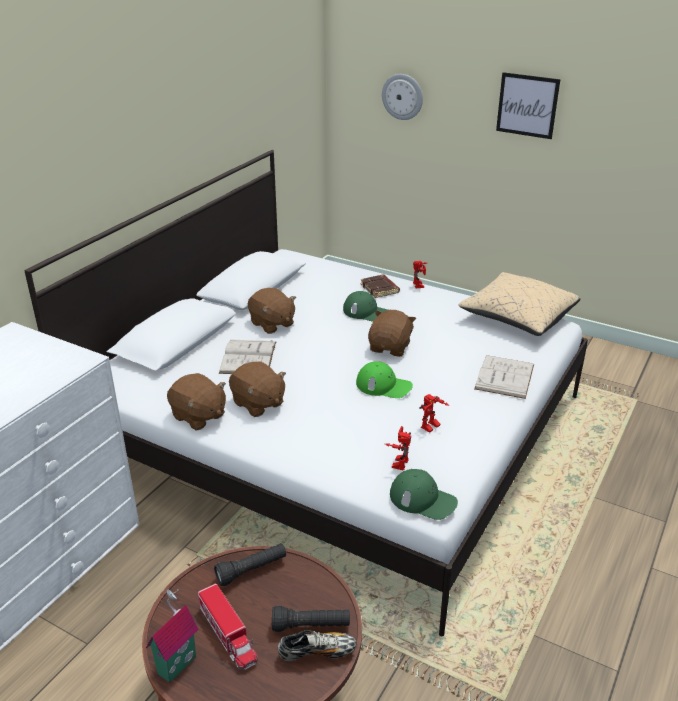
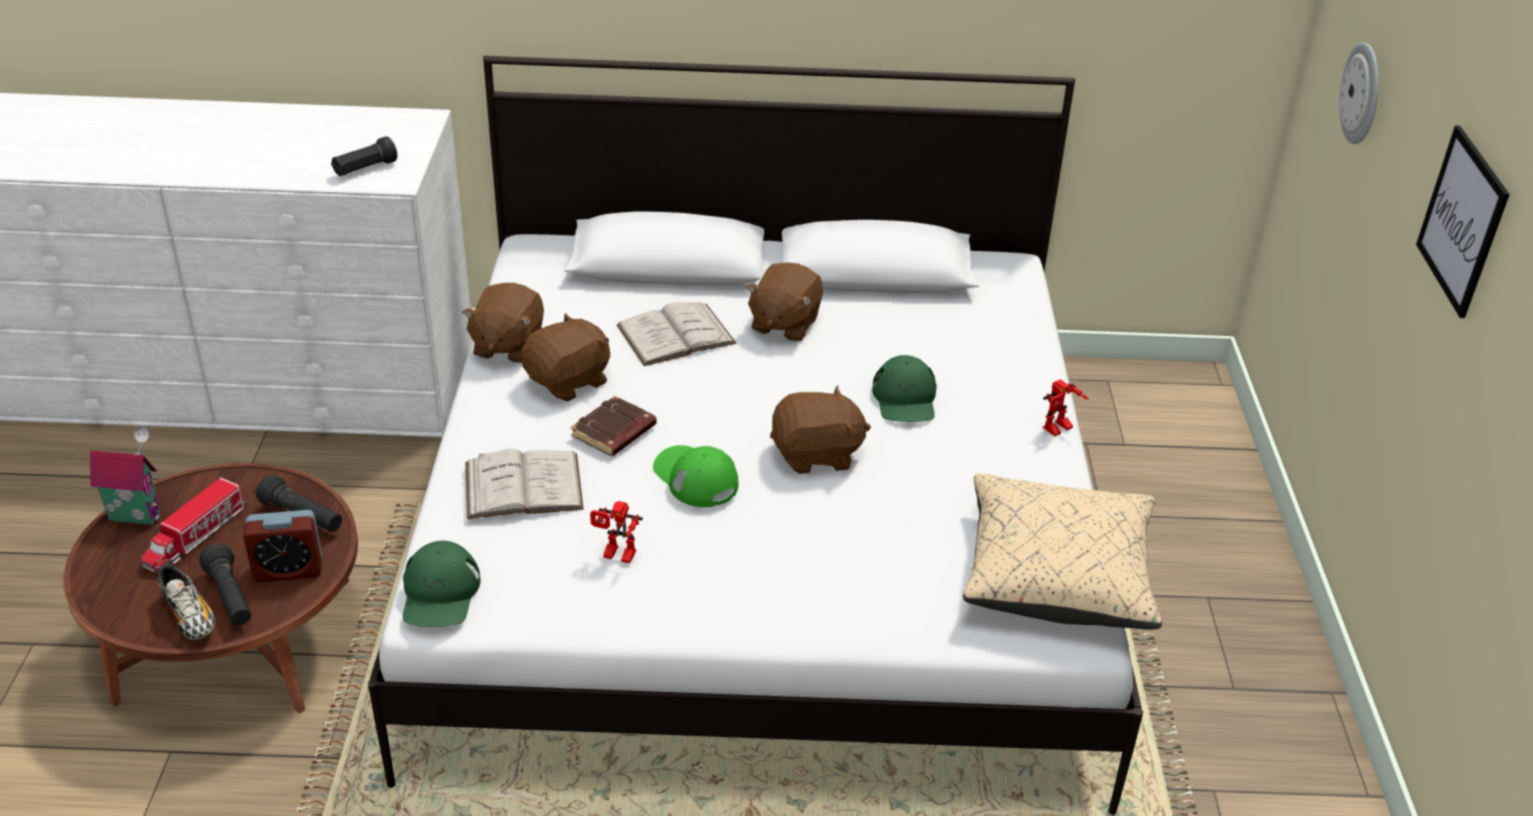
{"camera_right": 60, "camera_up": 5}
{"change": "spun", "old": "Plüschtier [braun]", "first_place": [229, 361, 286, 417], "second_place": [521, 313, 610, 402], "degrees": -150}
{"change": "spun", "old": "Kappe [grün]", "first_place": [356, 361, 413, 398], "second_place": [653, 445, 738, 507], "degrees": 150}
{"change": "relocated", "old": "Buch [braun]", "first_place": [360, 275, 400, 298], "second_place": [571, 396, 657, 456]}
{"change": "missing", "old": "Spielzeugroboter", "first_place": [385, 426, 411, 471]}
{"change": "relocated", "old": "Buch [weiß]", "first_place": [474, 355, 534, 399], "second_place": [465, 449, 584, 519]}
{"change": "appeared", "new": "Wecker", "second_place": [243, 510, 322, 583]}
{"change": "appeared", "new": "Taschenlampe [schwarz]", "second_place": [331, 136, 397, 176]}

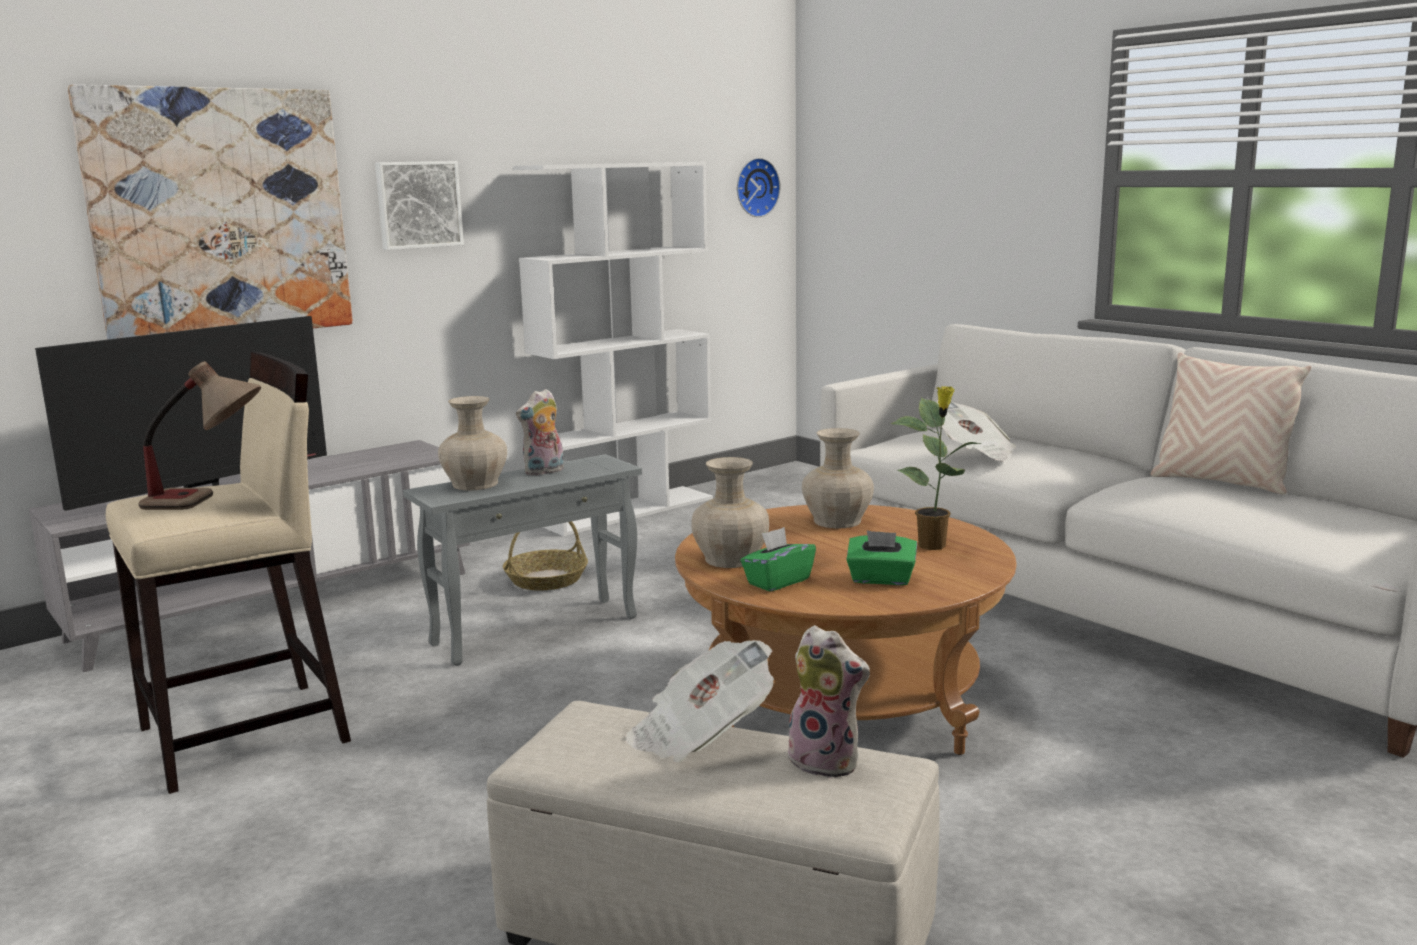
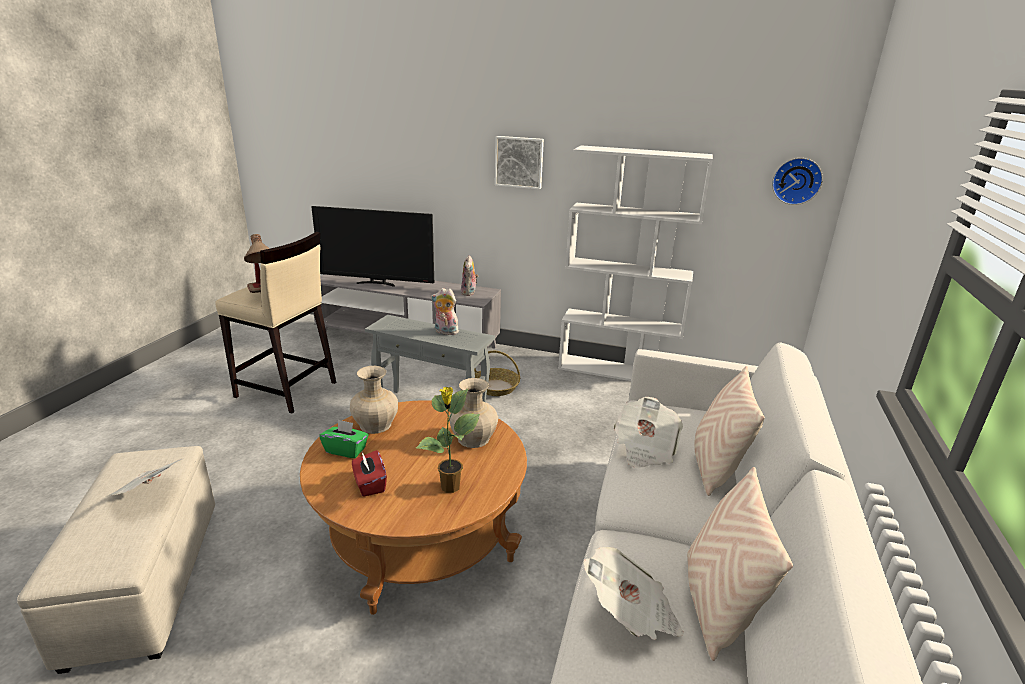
{"camera_right": 55, "camera_up": 10}
{"change": "missing", "old": "Bild", "first_place": [68, 84, 353, 340]}
{"change": "missing", "old": "Vase [beige]", "first_place": [438, 396, 507, 490]}
{"change": "relocated", "old": "Plüschtier", "first_place": [784, 625, 870, 779], "second_place": [461, 255, 478, 296]}
{"change": "colour", "old": "Taschentuchbox [grün]", "new": "Taschentuchbox [rot]", "first_place": [846, 531, 917, 585], "second_place": [352, 450, 387, 497]}
{"change": "appeared", "new": "Zeitung", "second_place": [584, 547, 684, 640]}
{"change": "appeared", "new": "Kissen [beige]", "second_place": [694, 366, 765, 496]}

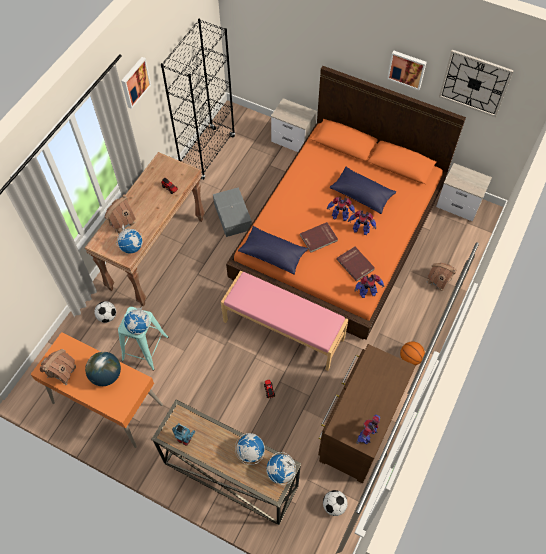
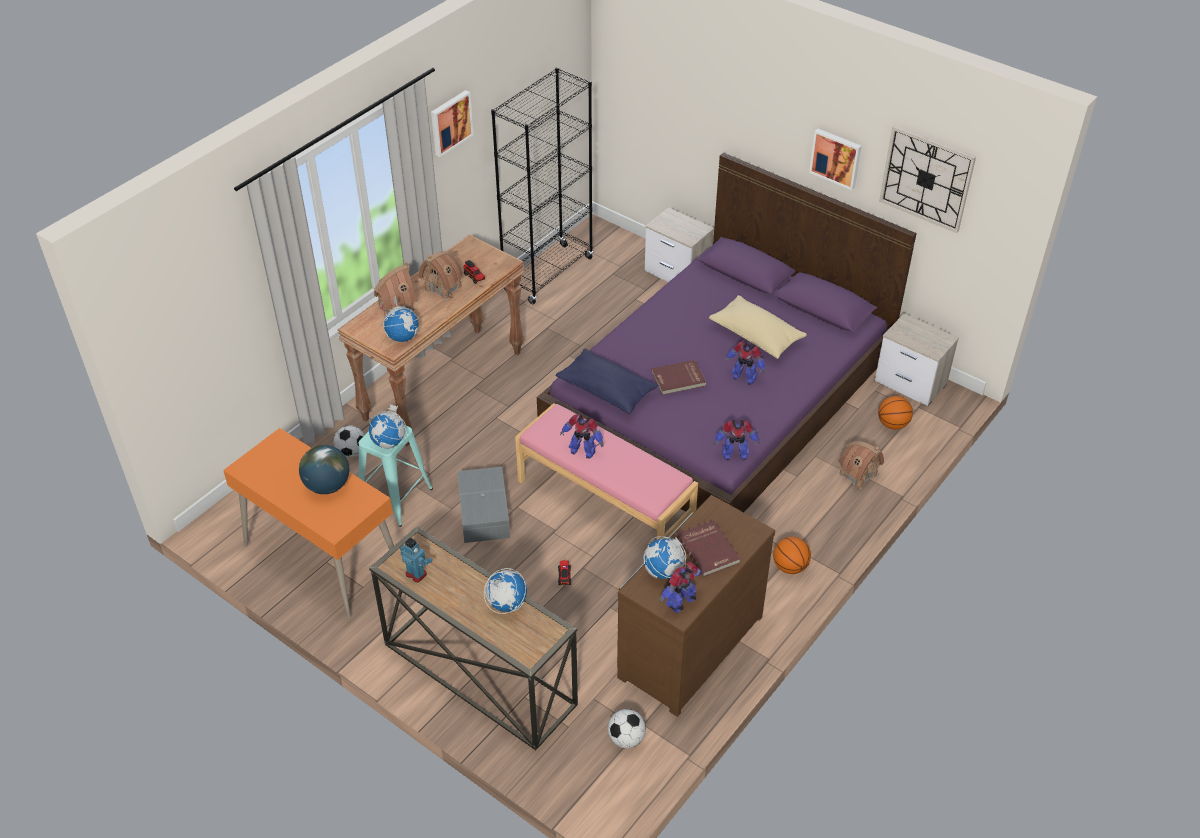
{"camera_right": 10, "camera_up": -15}
{"change": "relocated", "old": "Spielzeughaus", "first_place": [40, 349, 76, 385], "second_place": [419, 251, 463, 300]}
{"change": "relocated", "old": "Aufbewahrungsbox [grau]", "first_place": [213, 187, 252, 237], "second_place": [457, 467, 510, 543]}
{"change": "colour", "old": "Bett [orange]", "new": "Bett [lila]", "first_place": [226, 66, 466, 340], "second_place": [537, 153, 917, 512]}
{"change": "relocated", "old": "Globus", "first_place": [266, 452, 296, 485], "second_place": [643, 536, 686, 579]}
{"change": "relocated", "old": "Spielzeugroboter", "first_place": [327, 197, 355, 221], "second_place": [560, 414, 604, 459]}
{"change": "colour", "old": "Kissen [blau]", "new": "Kissen [beige]", "first_place": [330, 167, 396, 214], "second_place": [709, 295, 807, 359]}
{"change": "relocated", "old": "Buch [rot]", "first_place": [336, 247, 375, 282], "second_place": [676, 520, 740, 577]}
{"change": "appeared", "new": "Basketball", "second_place": [878, 396, 913, 430]}

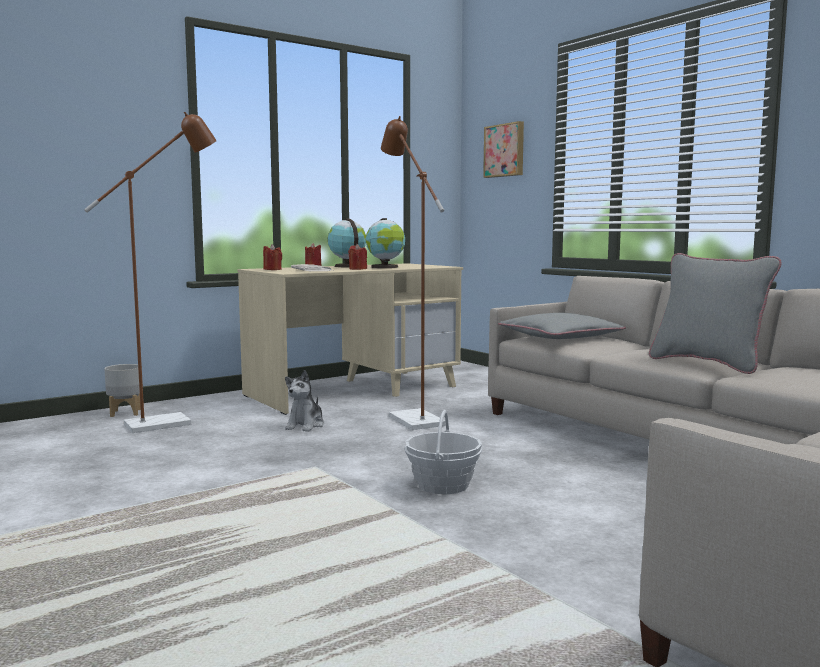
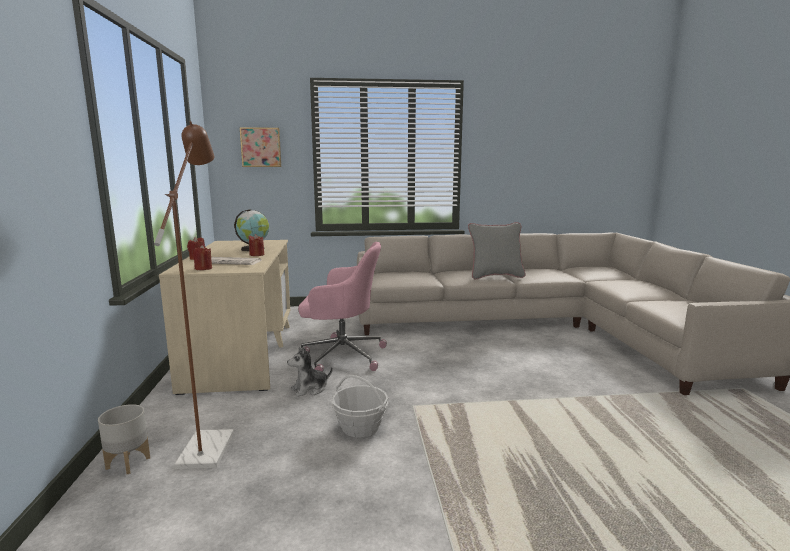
{"camera_right": -60, "camera_up": 5}
{"change": "spun", "old": "Plüschtier", "first_place": [285, 370, 324, 432], "second_place": [287, 347, 332, 397], "degrees": 105}
{"change": "missing", "old": "Globus", "first_place": [328, 218, 366, 267]}
{"change": "exchanged", "old": "Stehlampe [braun]", "new": "Bürostuhl [rosa]", "first_place": [381, 116, 446, 430], "second_place": [298, 242, 387, 371]}
{"change": "relocated", "old": "Korb", "first_place": [405, 410, 482, 494], "second_place": [332, 375, 388, 437]}
{"change": "missing", "old": "Kissen [grau]", "first_place": [498, 313, 626, 339]}

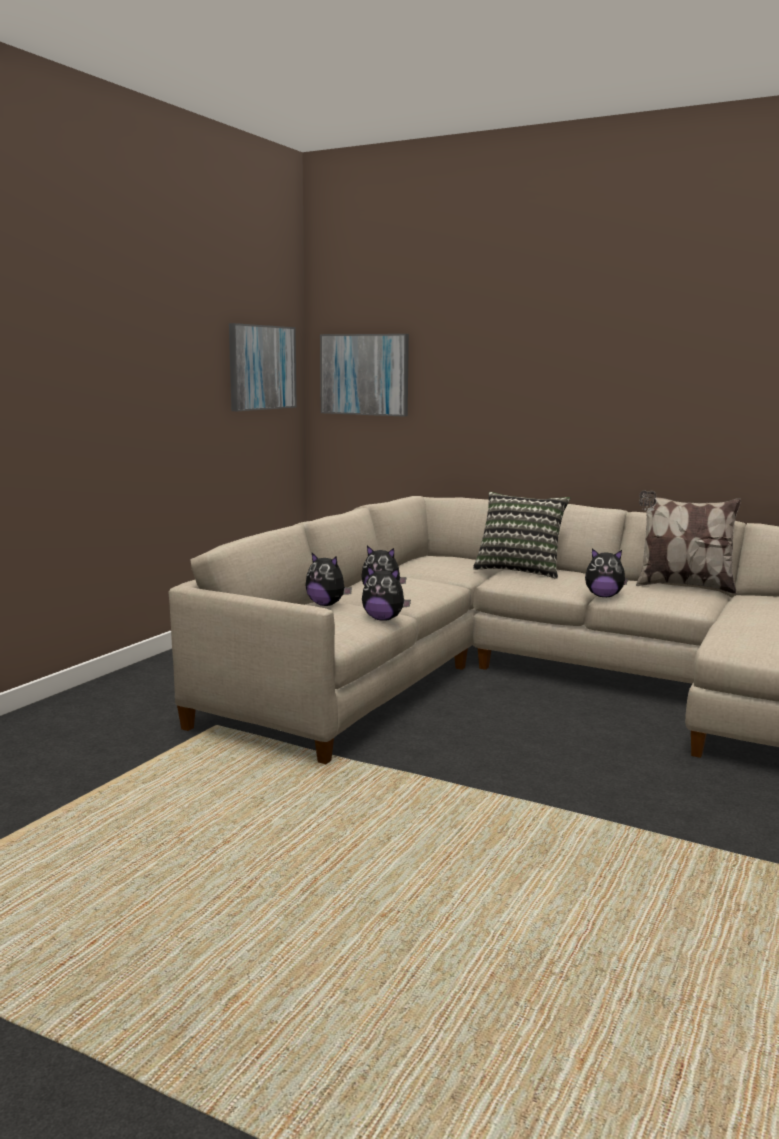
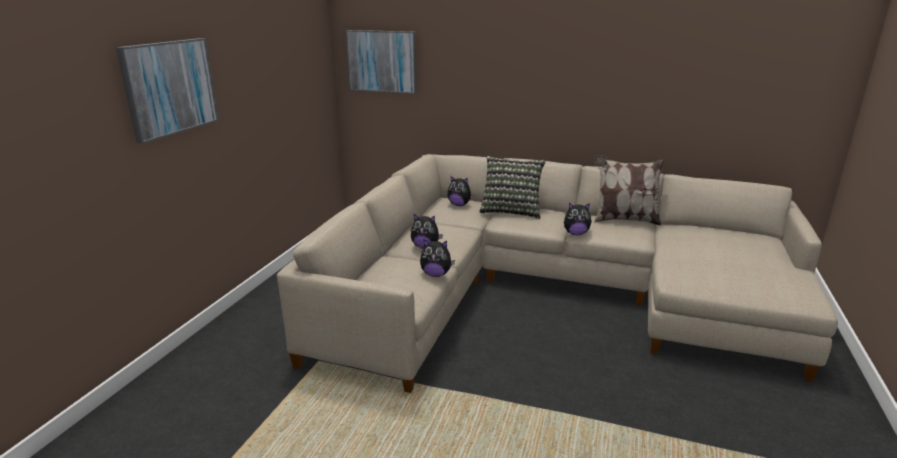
{"camera_right": -10, "camera_up": 10}
{"change": "relocated", "old": "Bild", "first_place": [229, 323, 297, 411], "second_place": [116, 38, 219, 144]}
{"change": "relocated", "old": "Plüschtier", "first_place": [306, 553, 352, 606], "second_place": [447, 176, 475, 206]}

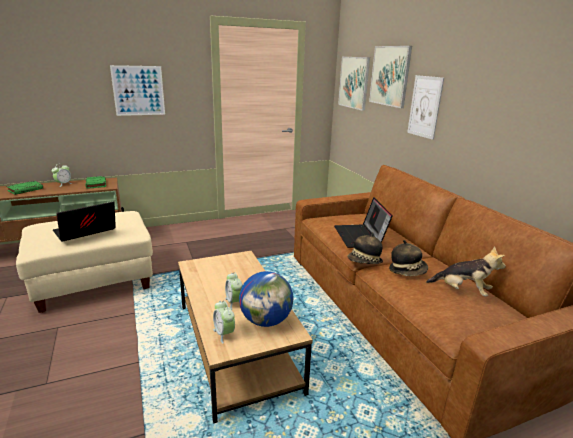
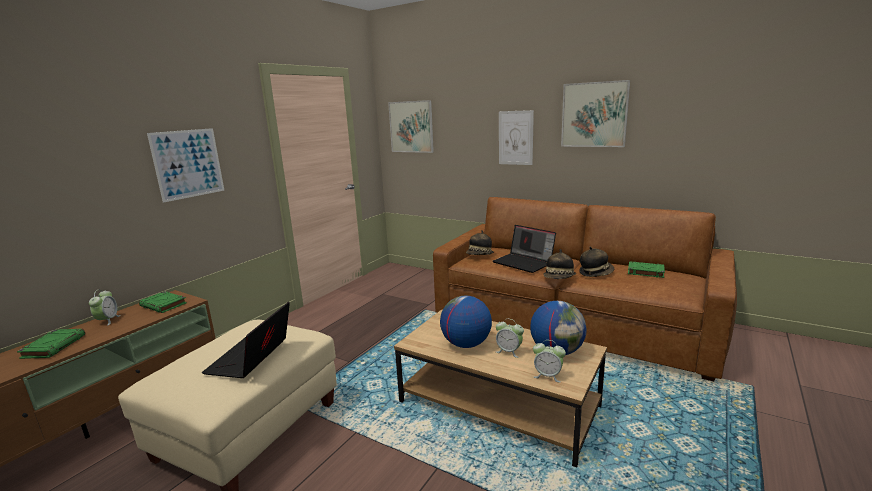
{"camera_right": -35, "camera_up": -5}
{"change": "relocated", "old": "Bild", "first_place": [369, 46, 412, 108], "second_place": [561, 80, 630, 147]}
{"change": "exchanged", "old": "Plüschtier", "new": "Buch [grün]", "first_place": [426, 246, 506, 296], "second_place": [628, 261, 665, 278]}
{"change": "appeared", "new": "Globus", "second_place": [440, 295, 492, 348]}
{"change": "appeared", "new": "Hut", "second_place": [466, 230, 494, 255]}

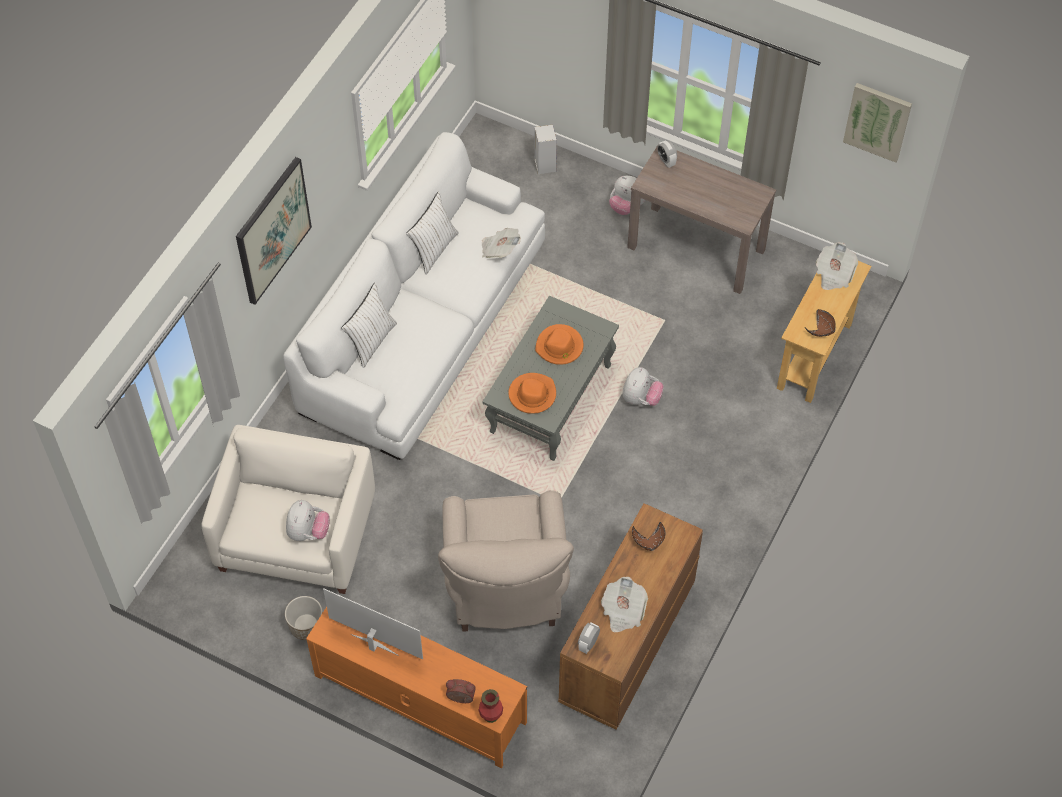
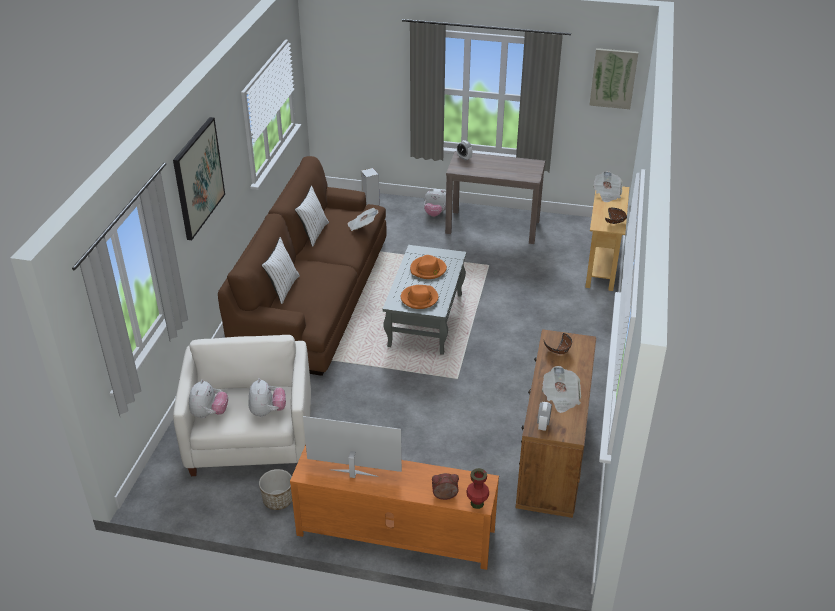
{"camera_right": -15, "camera_up": -20}
{"change": "colour", "old": "Sofa [weiß]", "new": "Sofa [braun]", "first_place": [283, 132, 545, 460], "second_place": [218, 156, 387, 376]}
{"change": "missing", "old": "Sessel [beige]", "first_place": [438, 490, 574, 632]}
{"change": "relocated", "old": "Plüschtier", "first_place": [623, 367, 664, 406], "second_place": [189, 380, 228, 418]}

